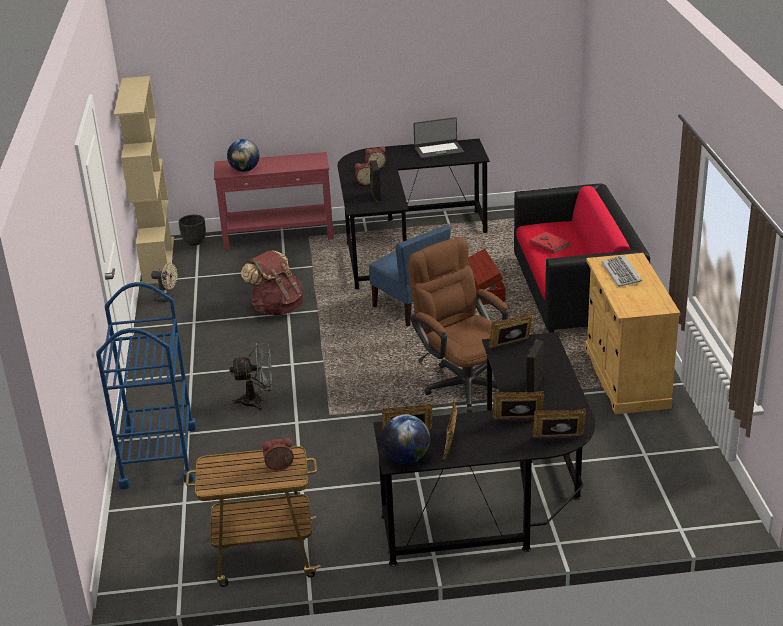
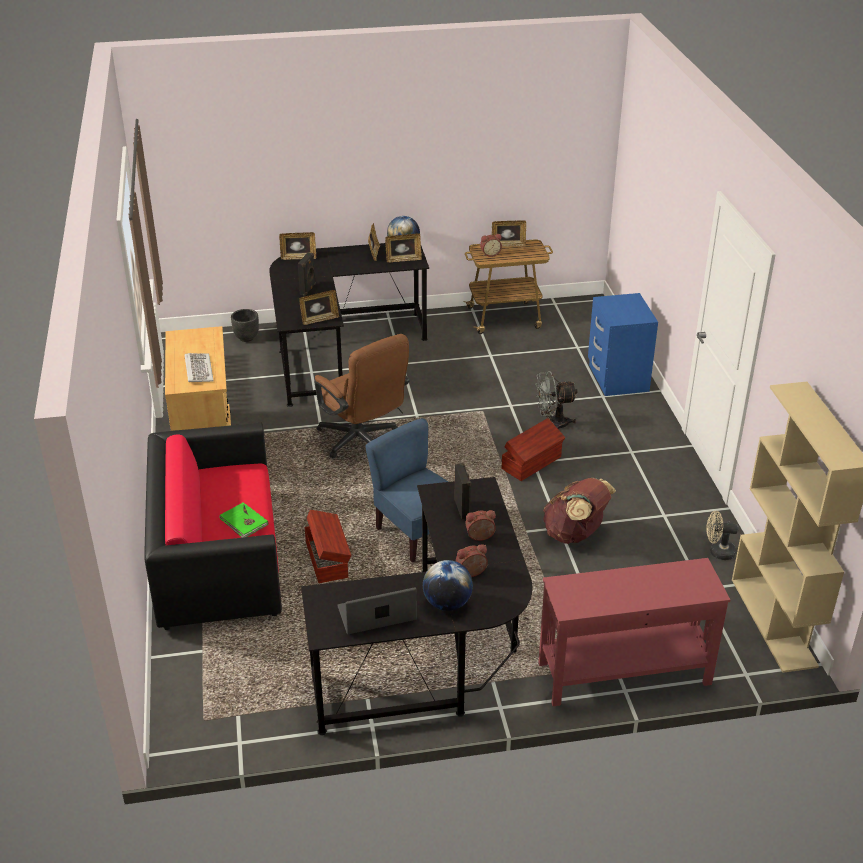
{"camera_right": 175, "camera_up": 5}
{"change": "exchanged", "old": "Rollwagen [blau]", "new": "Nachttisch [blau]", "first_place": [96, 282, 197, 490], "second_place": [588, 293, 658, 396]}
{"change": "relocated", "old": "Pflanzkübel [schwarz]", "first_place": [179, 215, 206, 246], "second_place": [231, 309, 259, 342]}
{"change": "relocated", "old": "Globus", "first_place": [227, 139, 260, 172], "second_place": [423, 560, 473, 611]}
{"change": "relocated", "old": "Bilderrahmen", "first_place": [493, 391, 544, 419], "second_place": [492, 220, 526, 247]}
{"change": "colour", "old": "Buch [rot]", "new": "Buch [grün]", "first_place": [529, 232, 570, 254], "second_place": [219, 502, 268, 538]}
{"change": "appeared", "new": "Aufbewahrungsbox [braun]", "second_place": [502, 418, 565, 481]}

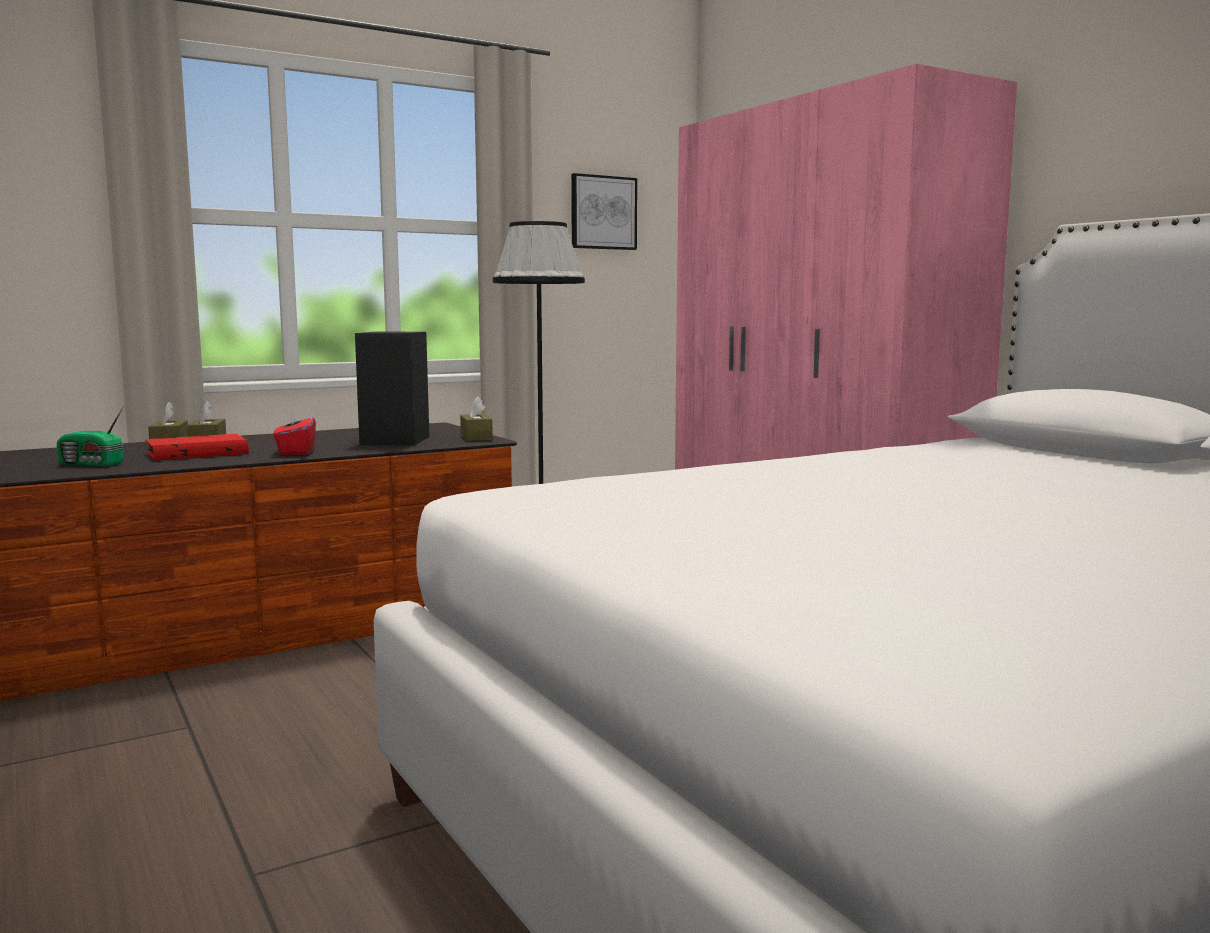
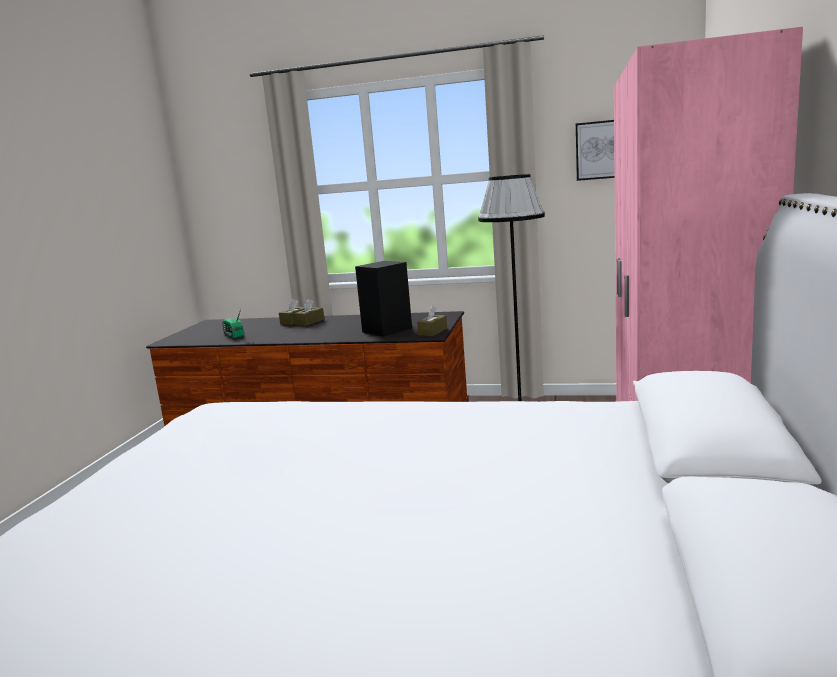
{"camera_right": 45, "camera_up": 5}
{"change": "missing", "old": "Buch [rot]", "first_place": [146, 434, 249, 461]}
{"change": "missing", "old": "Taschentuchbox [rot]", "first_place": [274, 408, 316, 455]}

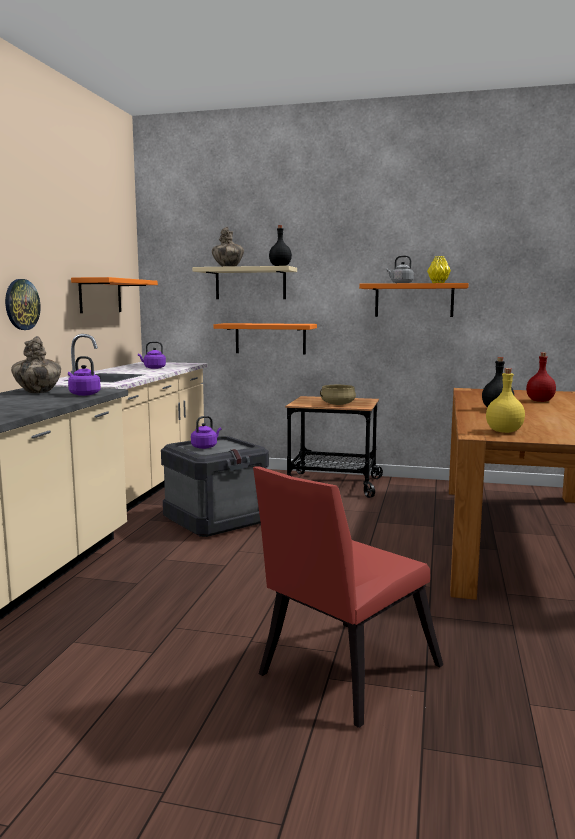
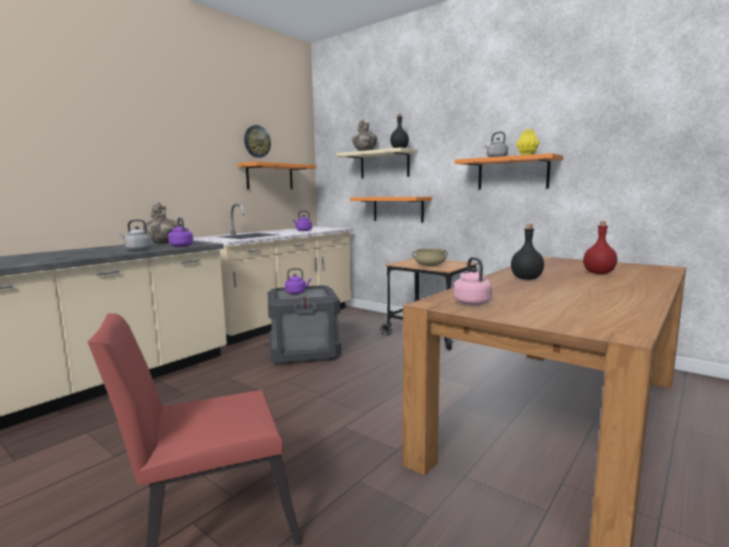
{"camera_right": 25, "camera_up": 0}
{"change": "relocated", "old": "Wanduhr", "first_place": [5, 279, 41, 330], "second_place": [244, 125, 271, 158]}
{"change": "exchanged", "old": "Flasche [gelb]", "new": "Wasserkessel [rosa]", "first_place": [486, 368, 525, 433], "second_place": [454, 257, 492, 305]}
{"change": "appeared", "new": "Wasserkessel [grau]", "second_place": [120, 219, 152, 251]}

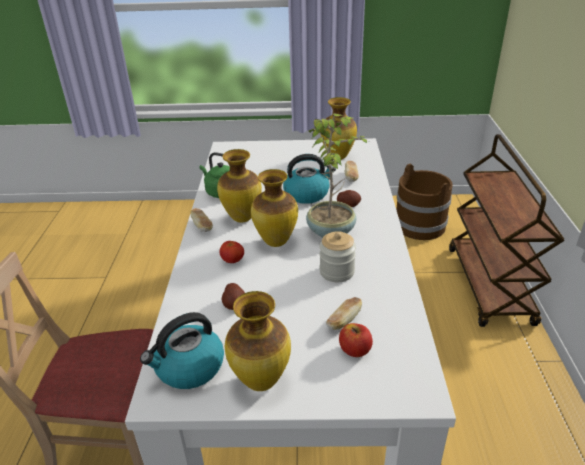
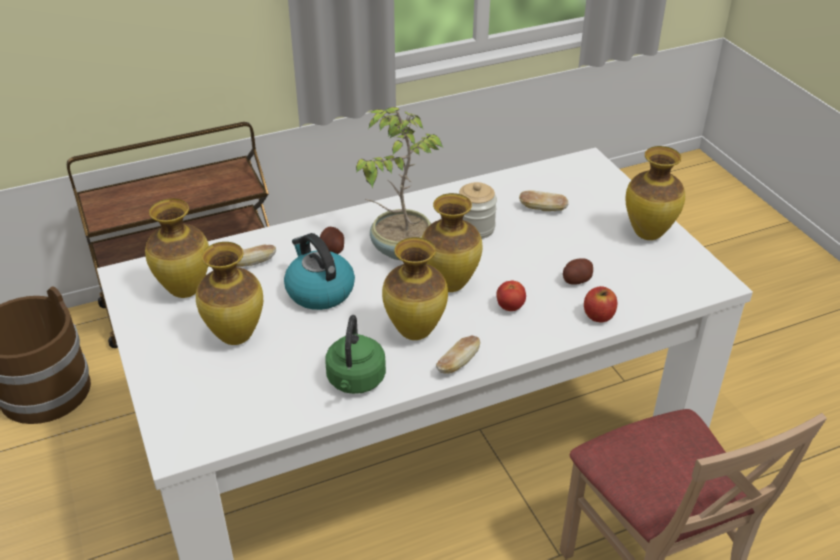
{"camera_right": -115, "camera_up": 5}
{"change": "missing", "old": "Wasserkessel", "first_place": [140, 312, 224, 389]}
{"change": "relocated", "old": "Apfel", "first_place": [339, 323, 373, 357], "second_place": [584, 286, 617, 322]}
{"change": "appeared", "new": "Vase", "second_place": [196, 242, 263, 345]}

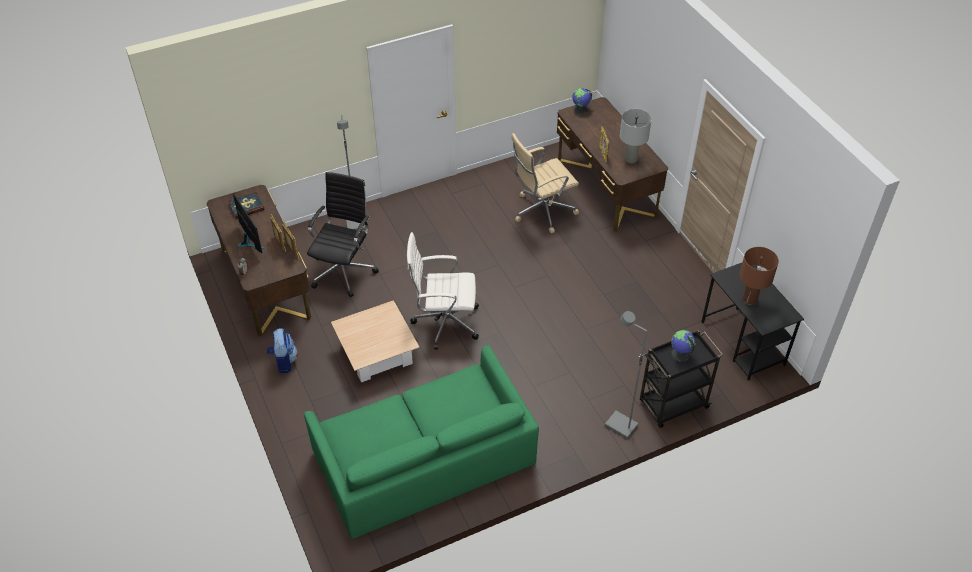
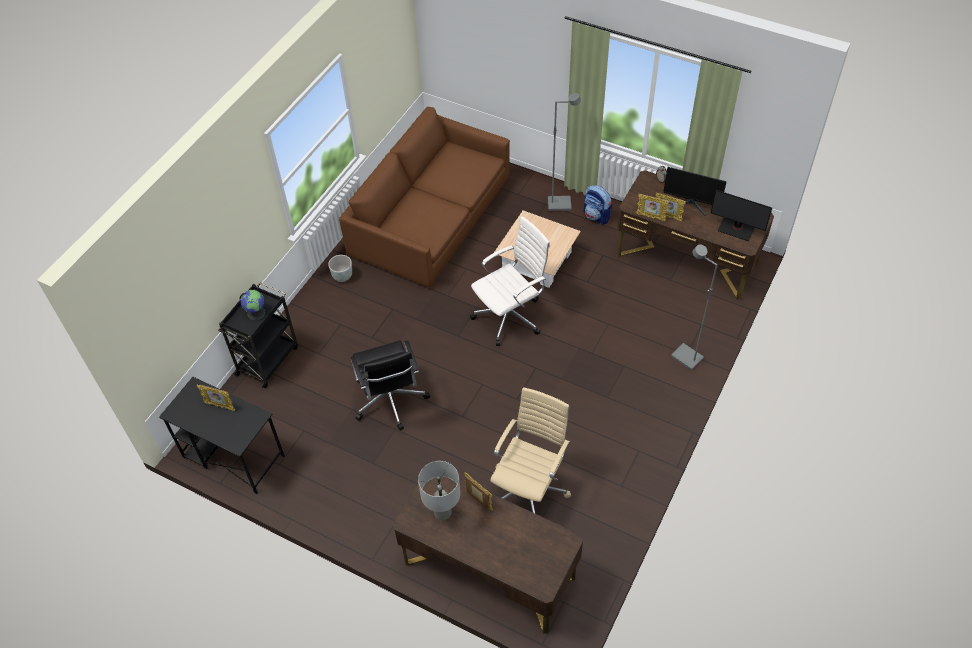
{"camera_right": 145, "camera_up": 5}
{"change": "exchanged", "old": "Buch", "new": "Monitor", "first_place": [228, 192, 265, 219], "second_place": [711, 190, 772, 241]}
{"change": "colour", "old": "Sofa [grün]", "new": "Sofa [braun]", "first_place": [304, 345, 539, 539], "second_place": [339, 107, 510, 288]}
{"change": "relocated", "old": "Bürostuhl [schwarz]", "first_place": [307, 172, 379, 297], "second_place": [351, 340, 430, 431]}
{"change": "missing", "old": "Globus", "first_place": [572, 88, 592, 115]}
{"change": "relocated", "old": "Stehlampe [grau]", "first_place": [605, 311, 647, 438], "second_place": [548, 93, 581, 211]}
{"change": "exchanged", "old": "Tischlampe [braun]", "new": "Bilderrahmen", "first_place": [739, 247, 779, 305], "second_place": [197, 385, 235, 411]}
{"change": "appeared", "new": "Pflanzkübel [grau]", "second_place": [328, 255, 352, 282]}

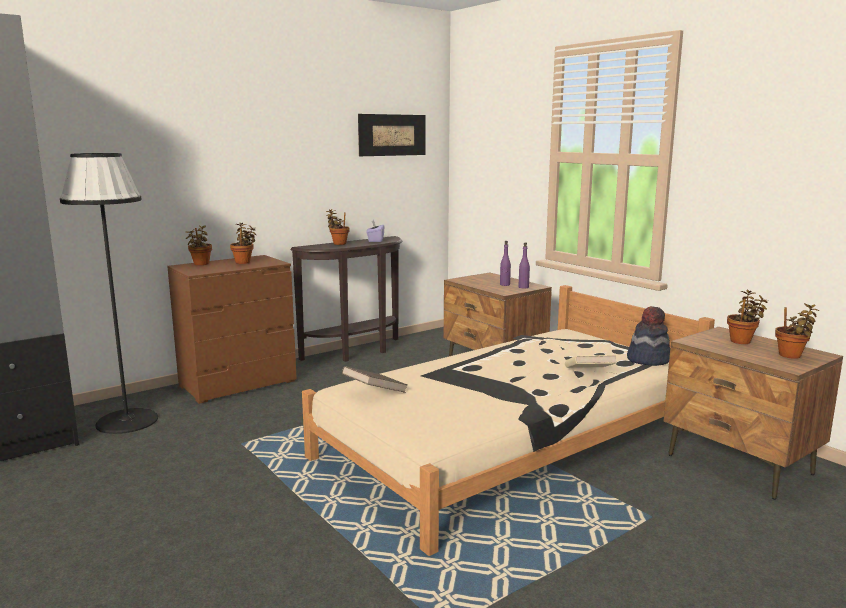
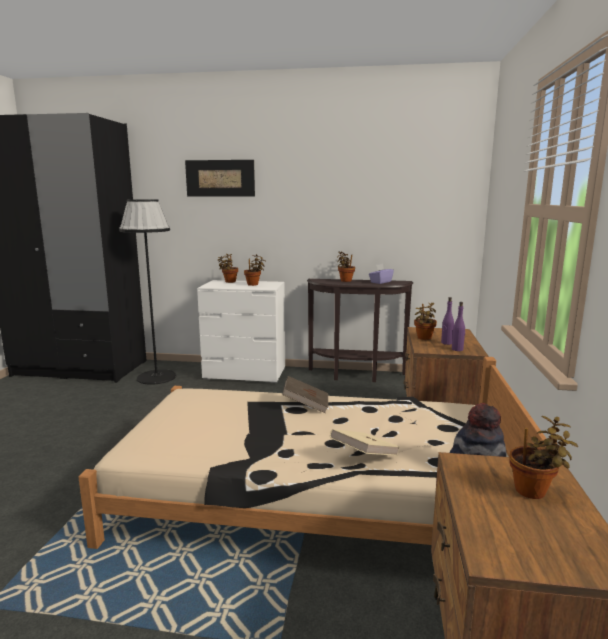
{"camera_right": 45, "camera_up": 0}
{"change": "colour", "old": "Kommode [braun]", "new": "Kommode [weiß]", "first_place": [167, 255, 297, 404], "second_place": [197, 280, 285, 383]}
{"change": "relocated", "old": "Buch [braun]", "first_place": [342, 366, 407, 393], "second_place": [282, 376, 328, 413]}
{"change": "relocated", "old": "Bild", "first_place": [358, 114, 425, 156], "second_place": [185, 160, 255, 197]}
{"change": "relocated", "old": "Topfpflanze", "first_place": [775, 303, 819, 359], "second_place": [414, 303, 437, 340]}

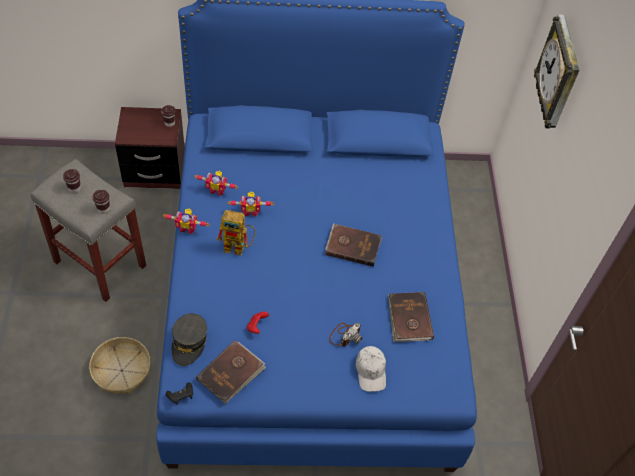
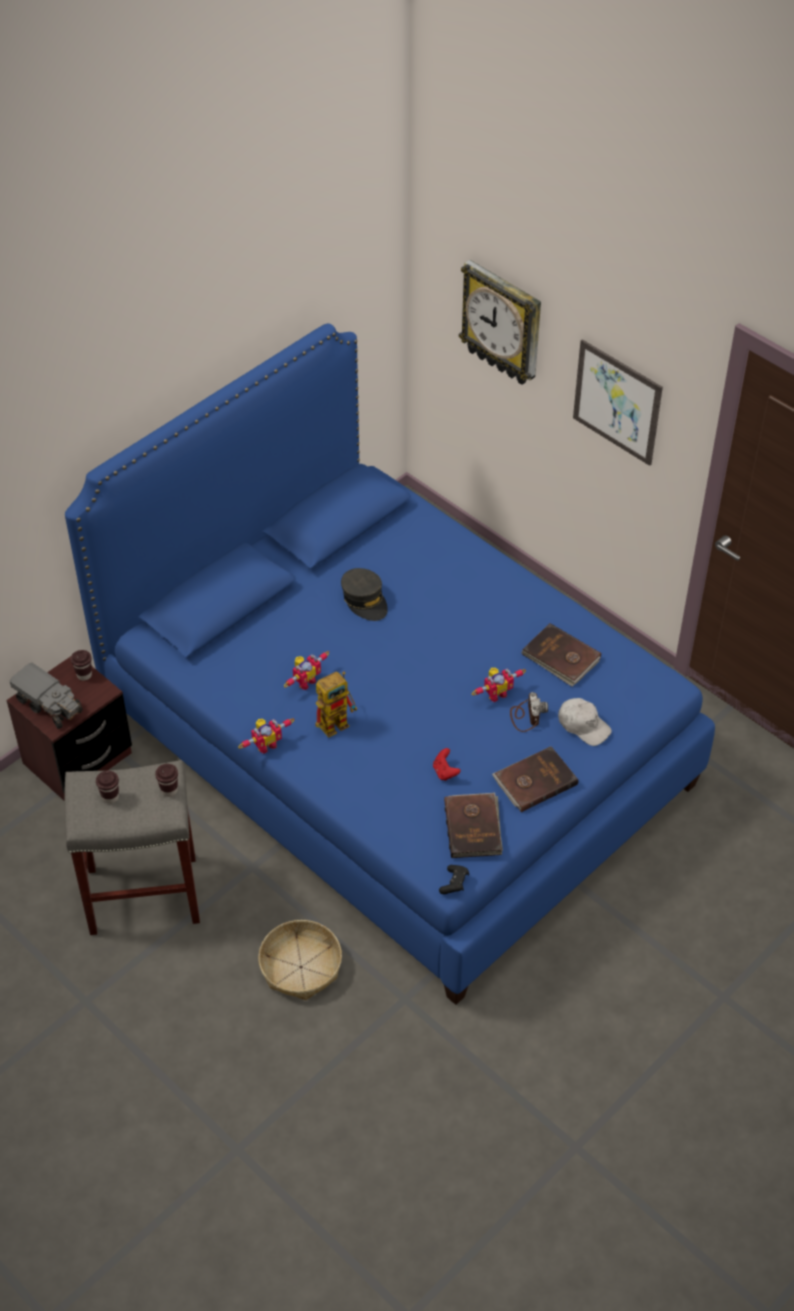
{"camera_right": -40, "camera_up": -5}
{"change": "relocated", "old": "Kappe [grau]", "first_place": [172, 313, 207, 366], "second_place": [341, 568, 388, 621]}
{"change": "relocated", "old": "Spielzeugroboter", "first_place": [194, 171, 238, 196], "second_place": [472, 668, 526, 702]}
{"change": "relocated", "old": "Buch [braun]", "first_place": [325, 223, 382, 267], "second_place": [492, 746, 578, 812]}
{"change": "appeared", "new": "Spielzeuglaster", "second_place": [10, 663, 82, 729]}
{"change": "appeared", "new": "Bild", "second_place": [573, 339, 663, 466]}

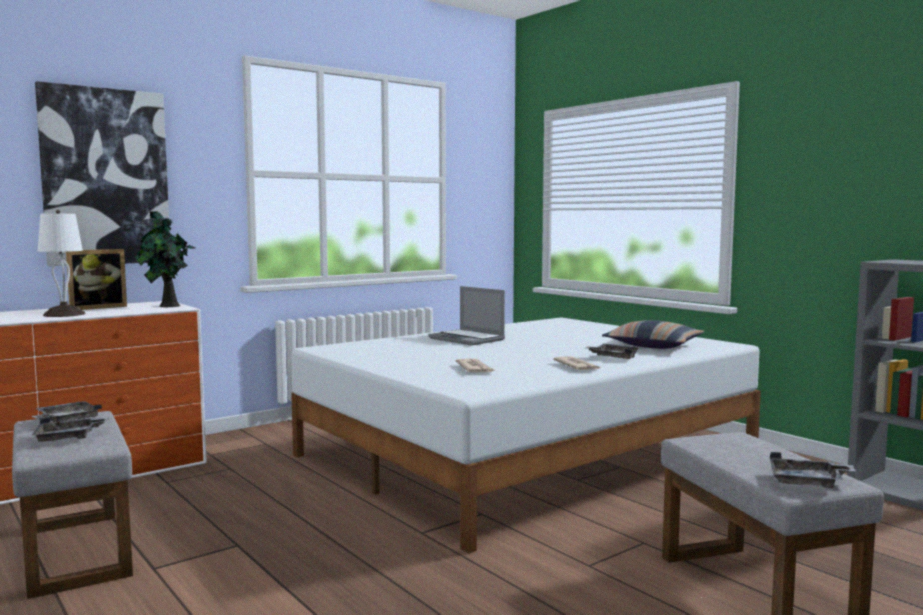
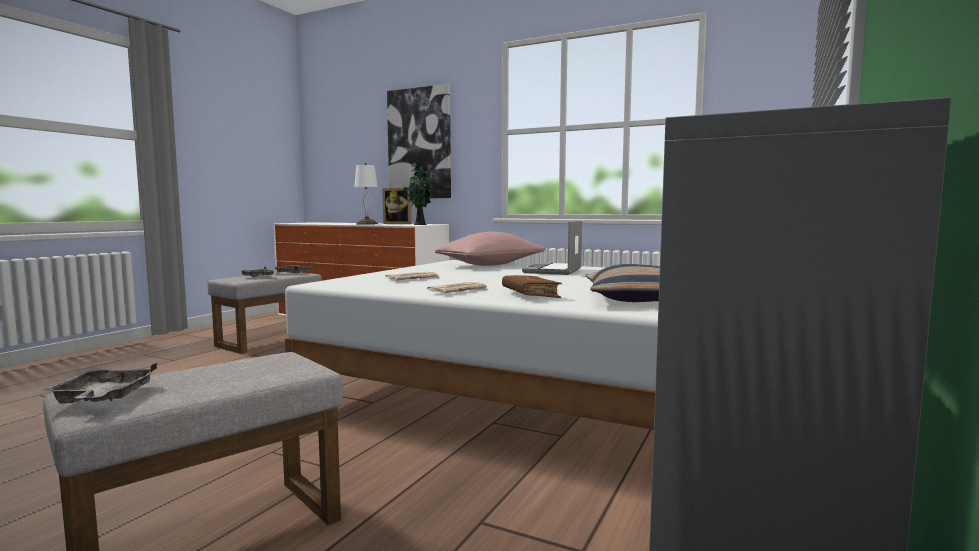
{"camera_right": 65, "camera_up": 0}
{"change": "exchanged", "old": "Tablett [grau]", "new": "Buch [braun]", "first_place": [586, 343, 640, 359], "second_place": [502, 275, 562, 298]}
{"change": "appeared", "new": "Kissen [rosa]", "second_place": [435, 232, 546, 266]}

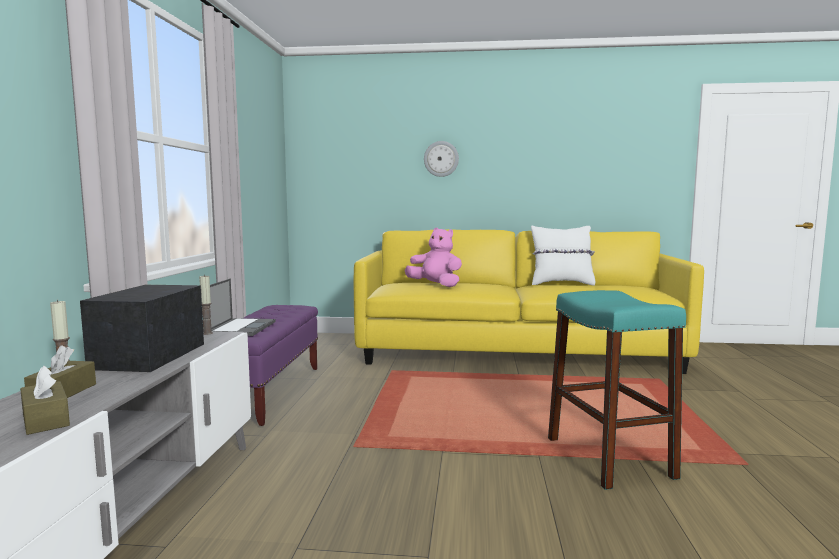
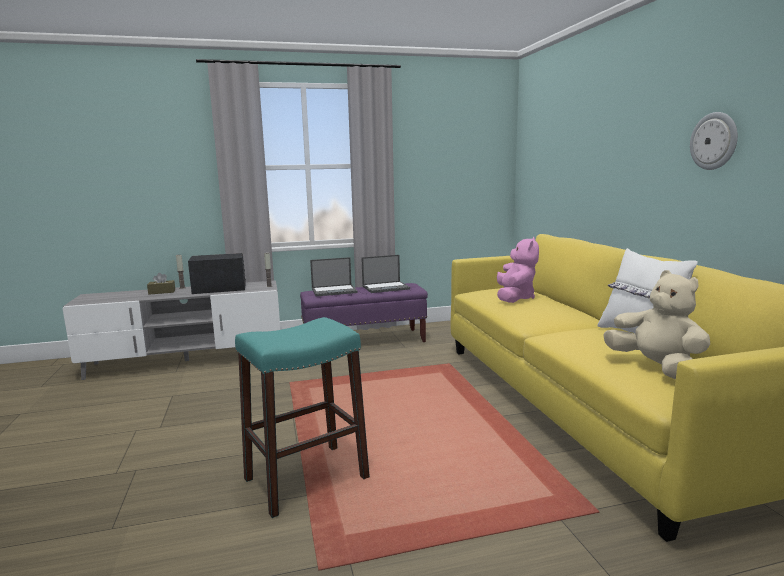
{"camera_right": 70, "camera_up": 5}
{"change": "missing", "old": "Taschentuchbox [braun]", "first_place": [20, 365, 70, 435]}
{"change": "relocated", "old": "Wanduhr", "first_place": [424, 141, 459, 177], "second_place": [690, 112, 738, 170]}
{"change": "appeared", "new": "Laptop", "second_place": [361, 255, 410, 293]}
{"change": "appeared", "new": "Plüschtier [beige]", "second_place": [603, 270, 710, 379]}

